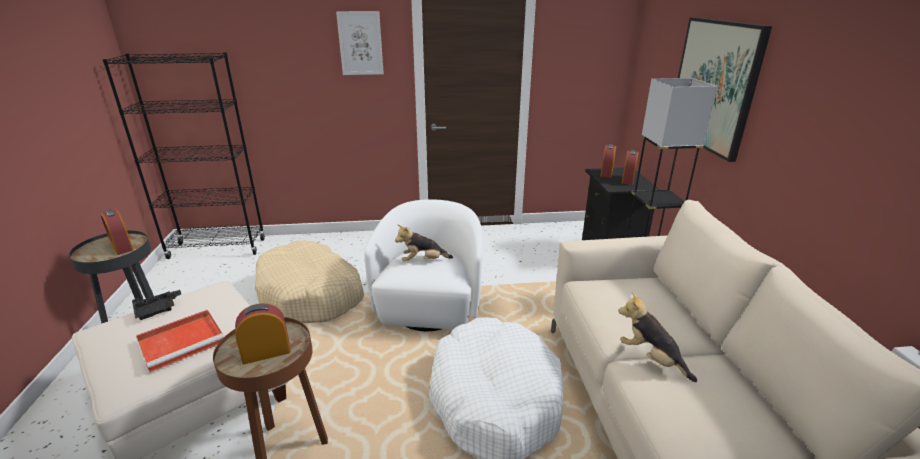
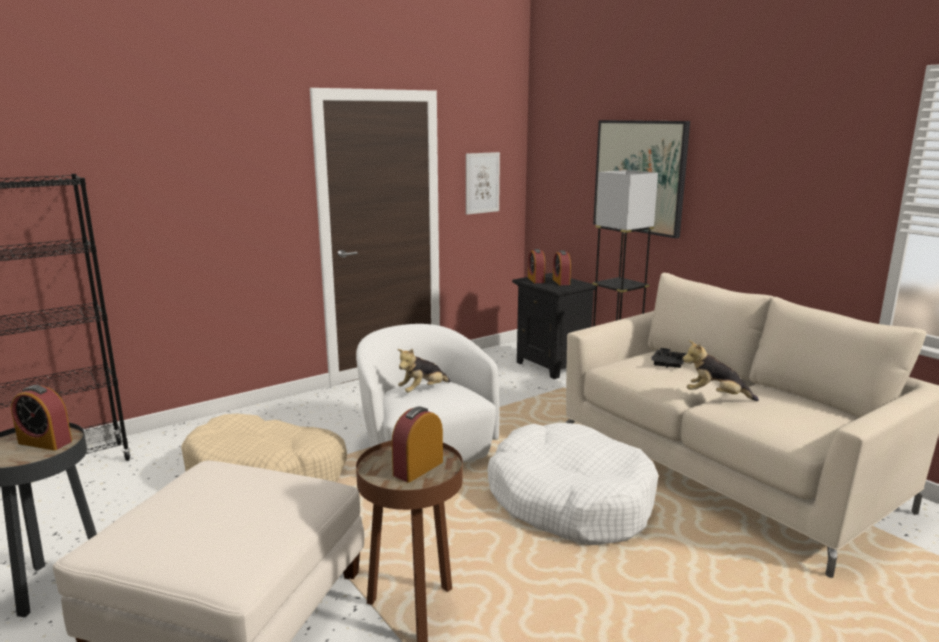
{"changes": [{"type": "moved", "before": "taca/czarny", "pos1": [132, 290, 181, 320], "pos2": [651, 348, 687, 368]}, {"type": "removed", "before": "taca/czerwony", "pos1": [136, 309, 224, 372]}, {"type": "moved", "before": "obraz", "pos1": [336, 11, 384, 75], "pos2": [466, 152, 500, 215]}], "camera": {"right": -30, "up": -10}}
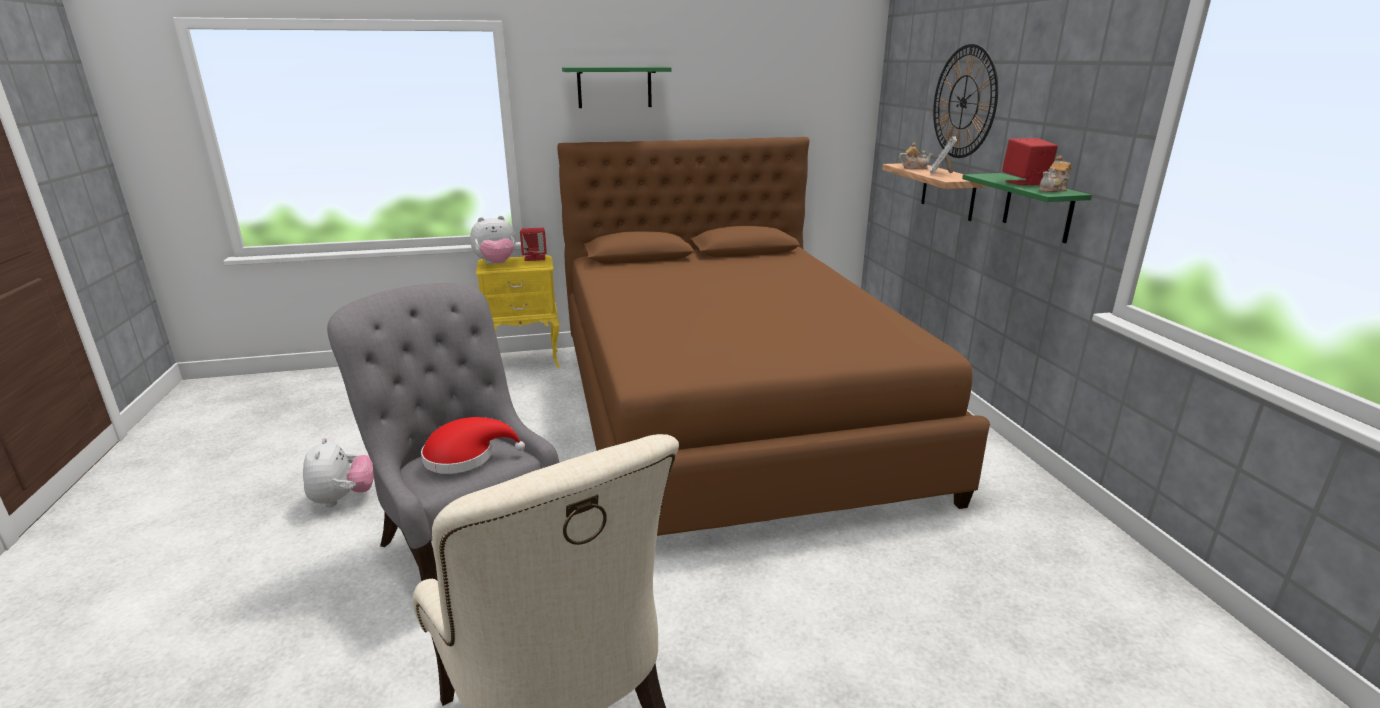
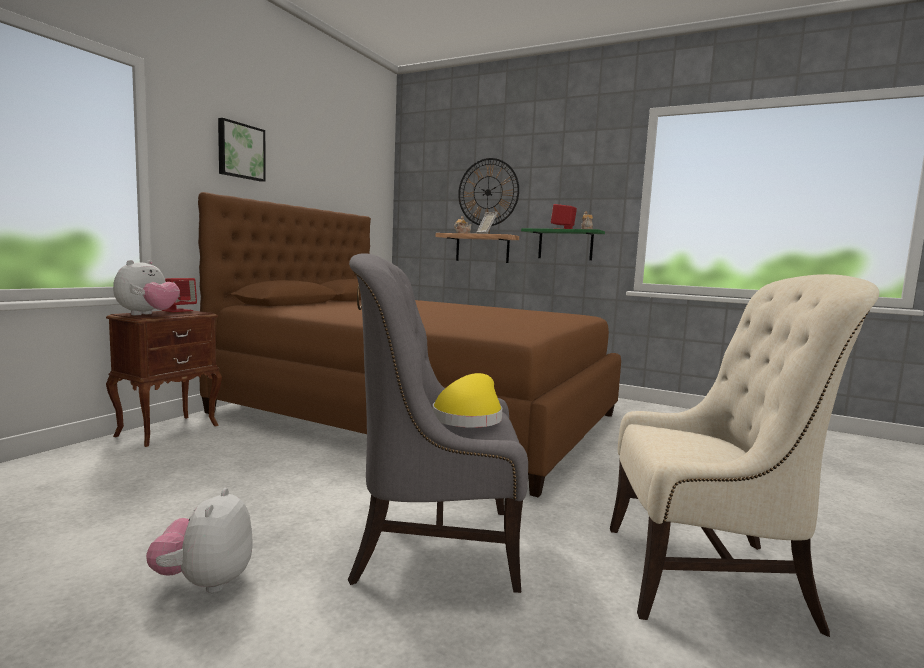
{"changes": [{"type": "turned", "before": "pluszak", "pos1": [303, 438, 374, 507], "pos2": [146, 488, 253, 593], "turn": -120}, {"type": "recoloured", "before": "kapelusz/czerwony", "after": "kapelusz/żółty", "pos1": [421, 417, 525, 474], "pos2": [433, 373, 502, 428]}, {"type": "recoloured", "before": "szafka nocna/żółty", "after": "szafka nocna/brązowy", "pos1": [476, 255, 560, 368], "pos2": [106, 311, 222, 447]}, {"type": "replaced", "before": "półka/zielony", "after": "obraz", "pos1": [562, 67, 672, 108], "pos2": [218, 118, 266, 182]}], "camera": {"right": -50, "up": -15}}
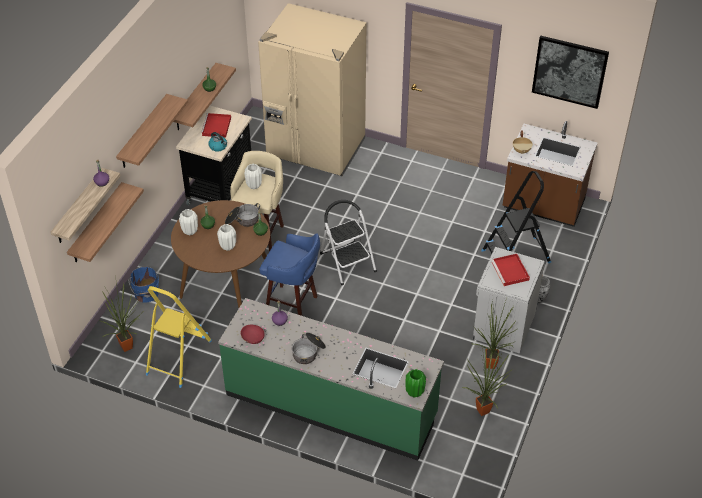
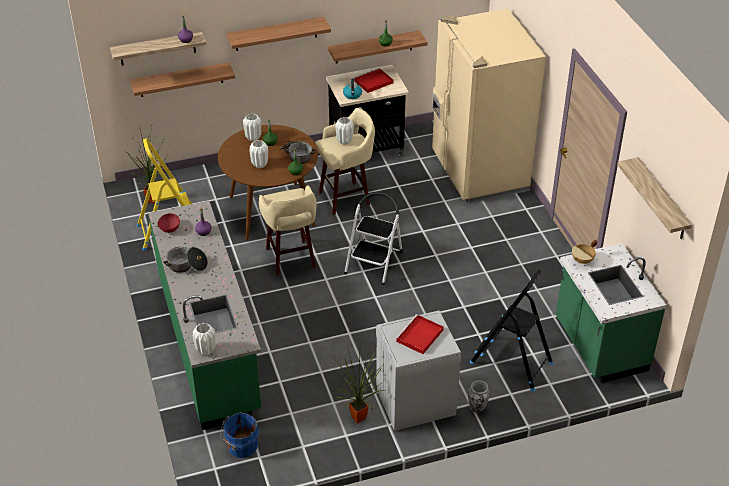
{"changes": [{"type": "moved", "before": "wiadro/niebieski", "pos1": [129, 267, 159, 302], "pos2": [221, 413, 259, 458]}, {"type": "recoloured", "before": "stołek/niebieski", "after": "stołek/beżowy", "pos1": [259, 233, 320, 316], "pos2": [259, 185, 317, 276]}, {"type": "recoloured", "before": "wazon/zielony", "after": "wazon/biały", "pos1": [405, 369, 426, 398], "pos2": [193, 323, 215, 355]}, {"type": "removed", "before": "roślina doniczkowa", "pos1": [462, 348, 513, 416]}, {"type": "recoloured", "before": "zabudowa kuchenna/brązowy", "after": "zabudowa kuchenna/zielony", "pos1": [503, 121, 597, 227], "pos2": [556, 243, 667, 383]}, {"type": "replaced", "before": "obraz", "after": "półka", "pos1": [532, 36, 609, 109], "pos2": [617, 157, 692, 239]}], "camera": {"right": 50, "up": -5}}
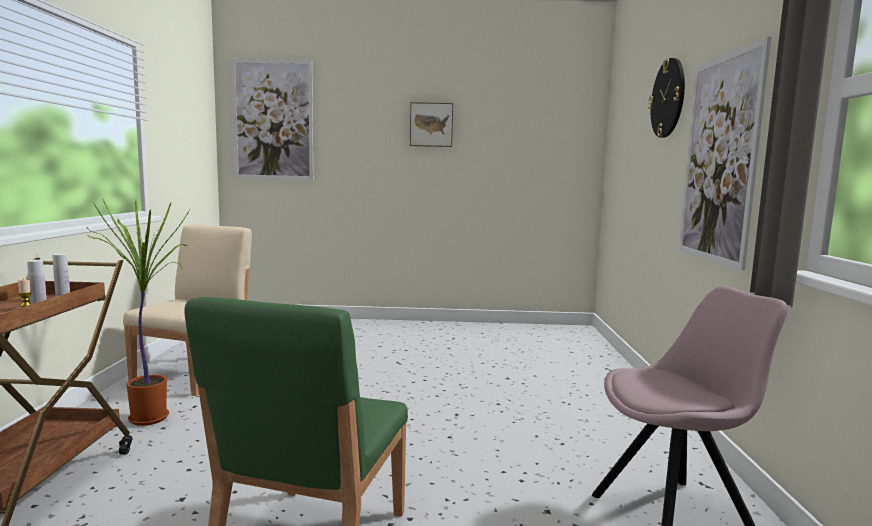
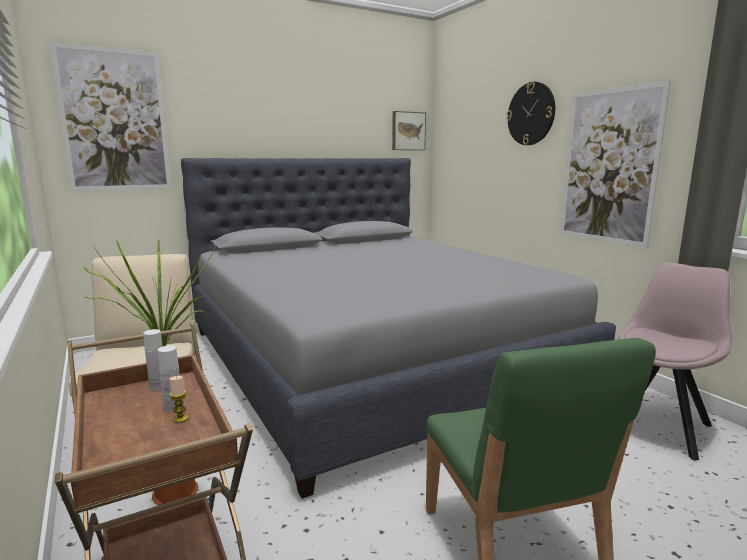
{"changes": [{"type": "moved", "before": "obraz", "pos1": [410, 102, 453, 147], "pos2": [392, 111, 426, 150]}, {"type": "added", "after": "łóżko/szary", "pos2": [181, 158, 616, 499]}], "camera": {"right": -30, "up": 5}}
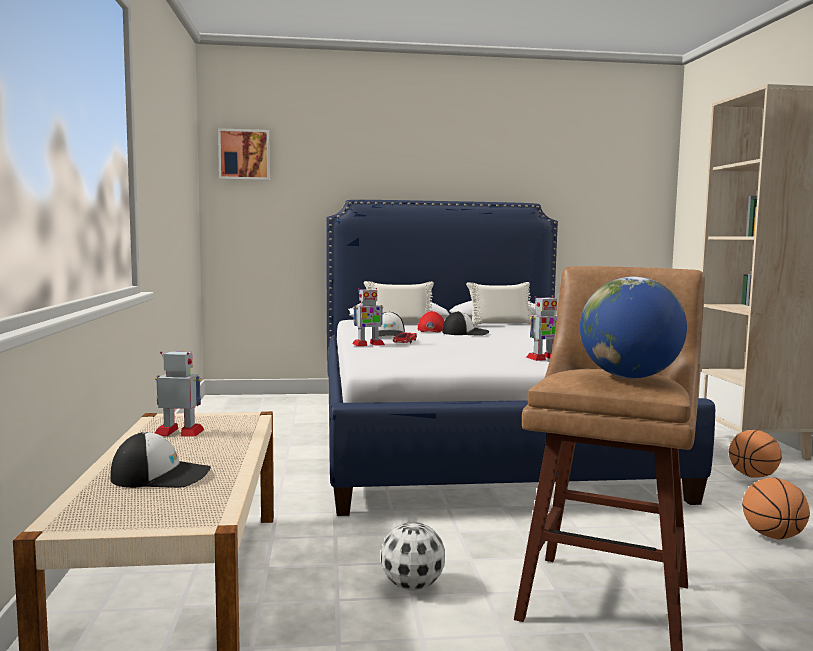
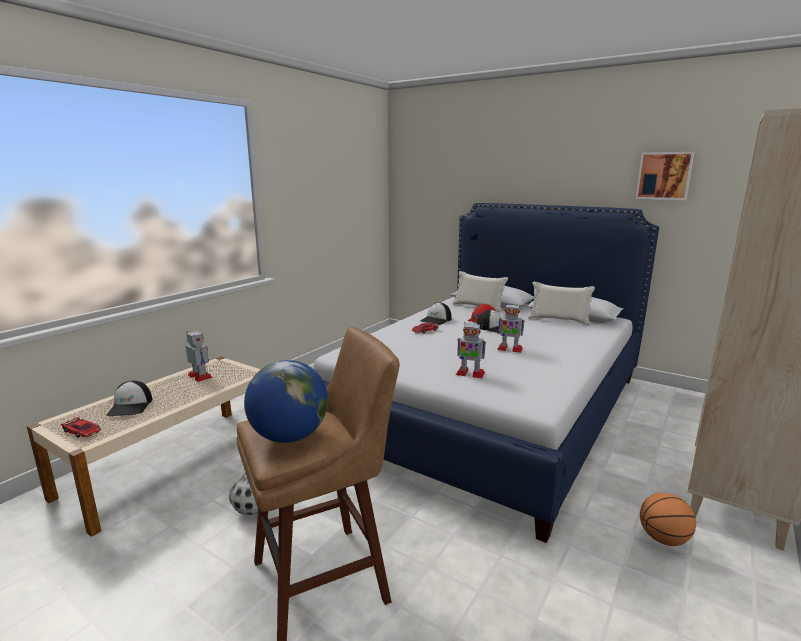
{"changes": [{"type": "turned", "before": "czapka z daszkiem", "pos1": [111, 432, 211, 488], "pos2": [106, 381, 152, 416], "turn": 45}, {"type": "moved", "before": "obraz", "pos1": [218, 128, 270, 180], "pos2": [635, 152, 694, 200]}, {"type": "moved", "before": "robot zabawkowy", "pos1": [352, 288, 385, 346], "pos2": [497, 304, 525, 353]}, {"type": "removed", "before": "piłka do koszykówki", "pos1": [742, 477, 810, 539]}, {"type": "added", "after": "samochodzik", "pos2": [61, 417, 101, 438]}], "camera": {"right": 40, "up": 10}}
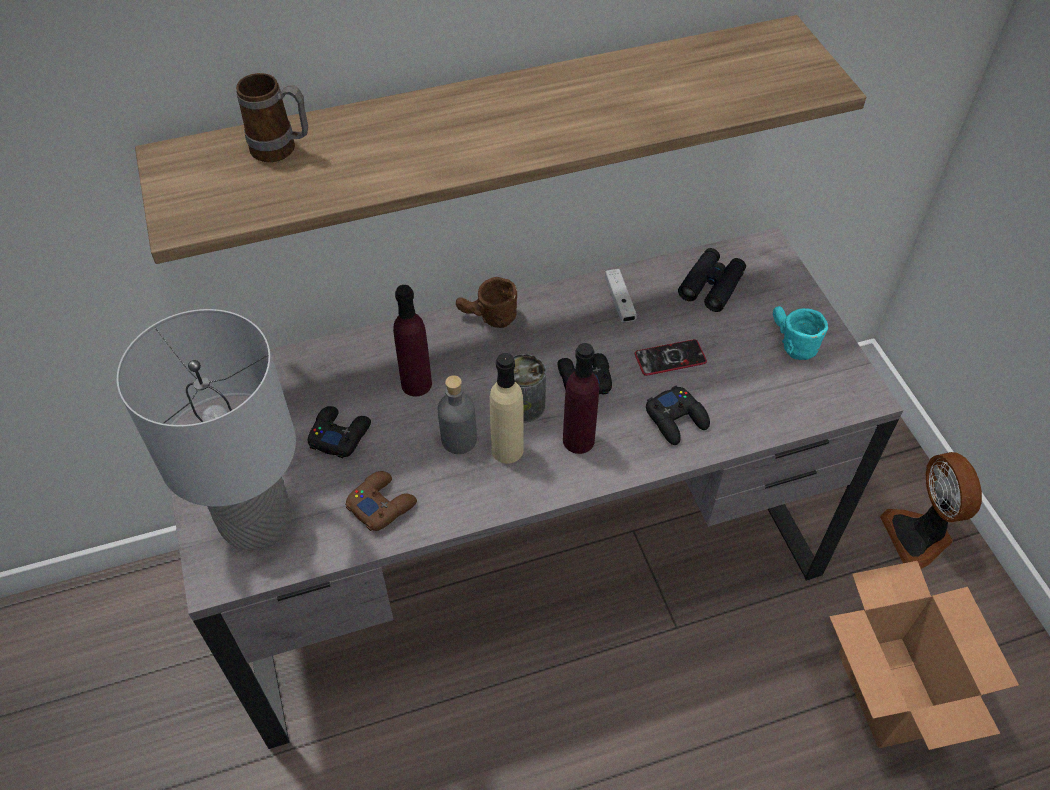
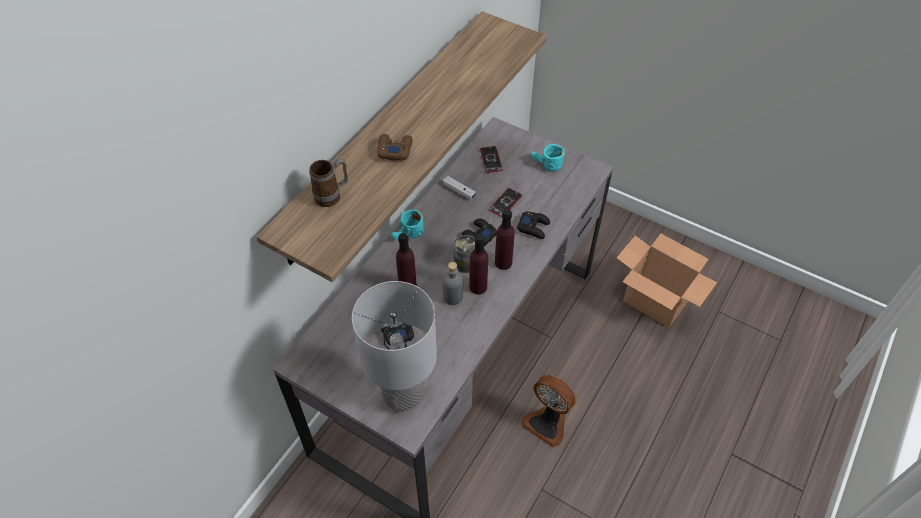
{"changes": [{"type": "moved", "before": "pad do gier/brązowy", "pos1": [345, 471, 417, 531], "pos2": [377, 134, 413, 161]}, {"type": "recoloured", "before": "kubek/brązowy", "after": "kubek/turkusowy", "pos1": [456, 277, 517, 328], "pos2": [391, 209, 424, 239]}, {"type": "recoloured", "before": "butelka/beżowy", "after": "butelka/fioletowy", "pos1": [490, 353, 524, 464], "pos2": [469, 234, 488, 295]}, {"type": "replaced", "before": "lornetka/czarny", "after": "telefon", "pos1": [678, 248, 746, 312], "pos2": [480, 146, 503, 173]}, {"type": "moved", "before": "wentylator", "pos1": [880, 452, 982, 569], "pos2": [521, 375, 576, 447]}], "camera": {"right": -40, "up": 0}}
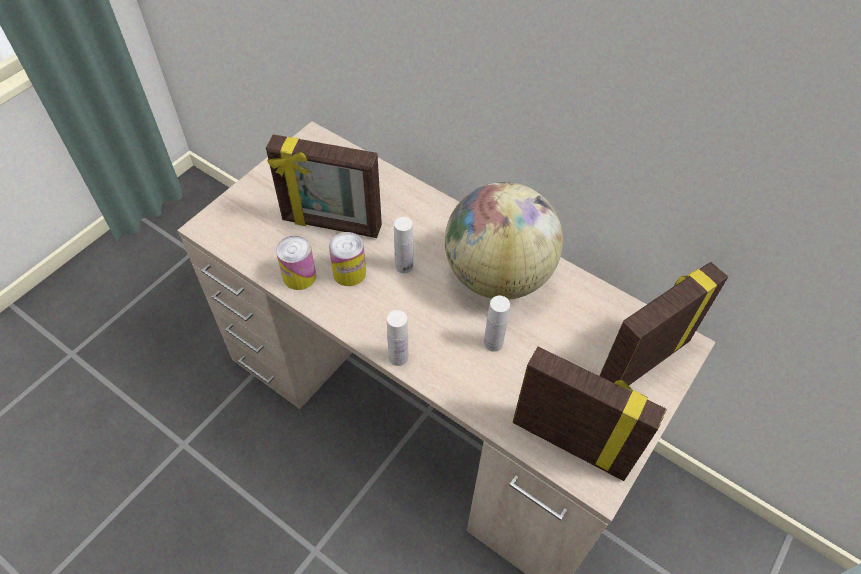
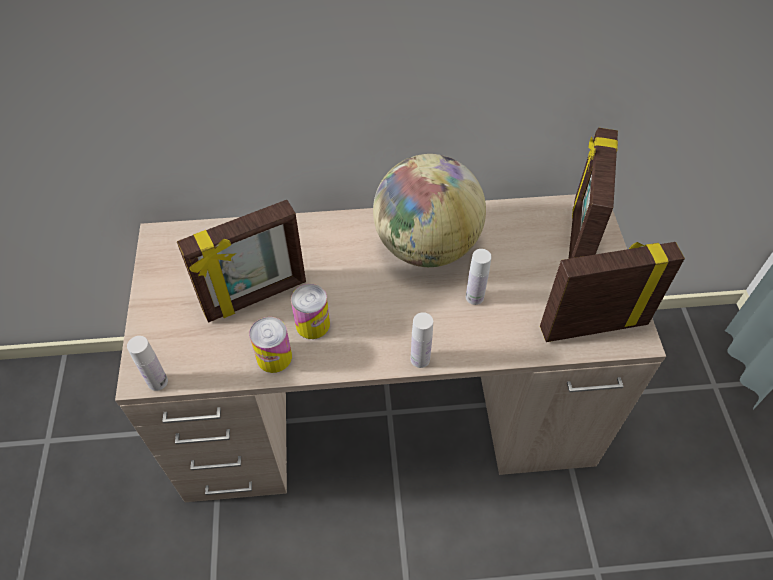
{"changes": [{"type": "moved", "before": "butelka/biały", "pos1": [394, 217, 413, 274], "pos2": [127, 336, 168, 391]}], "camera": {"right": -40, "up": 0}}
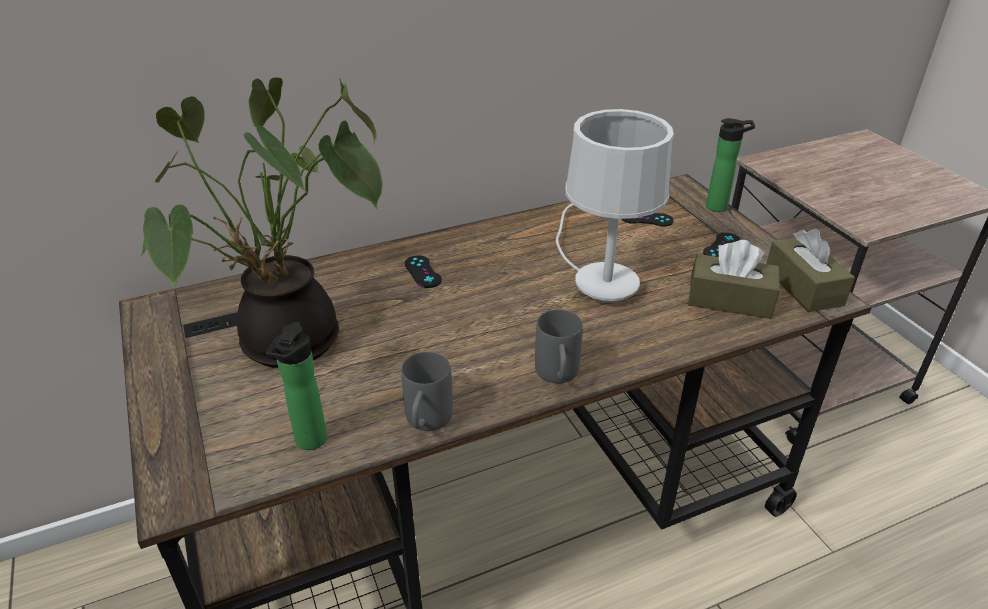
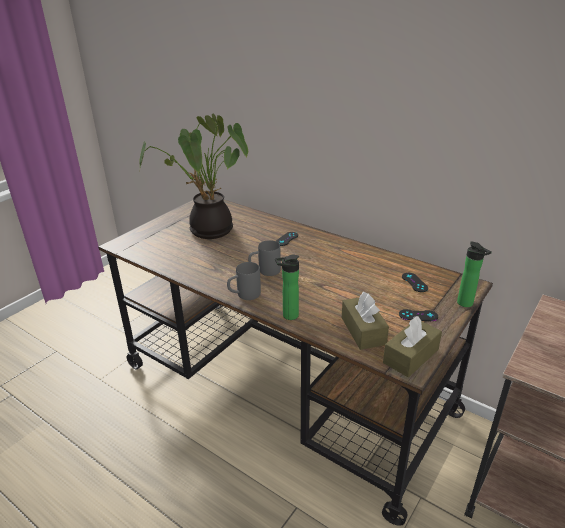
{"changes": [{"type": "moved", "before": "butelka", "pos1": [266, 322, 327, 450], "pos2": [275, 255, 299, 320]}, {"type": "moved", "before": "kubek/szary", "pos1": [401, 352, 453, 431], "pos2": [248, 240, 281, 276]}, {"type": "removed", "before": "lampa stołowa/biały", "pos1": [556, 109, 674, 303]}], "camera": {"right": 60, "up": -5}}
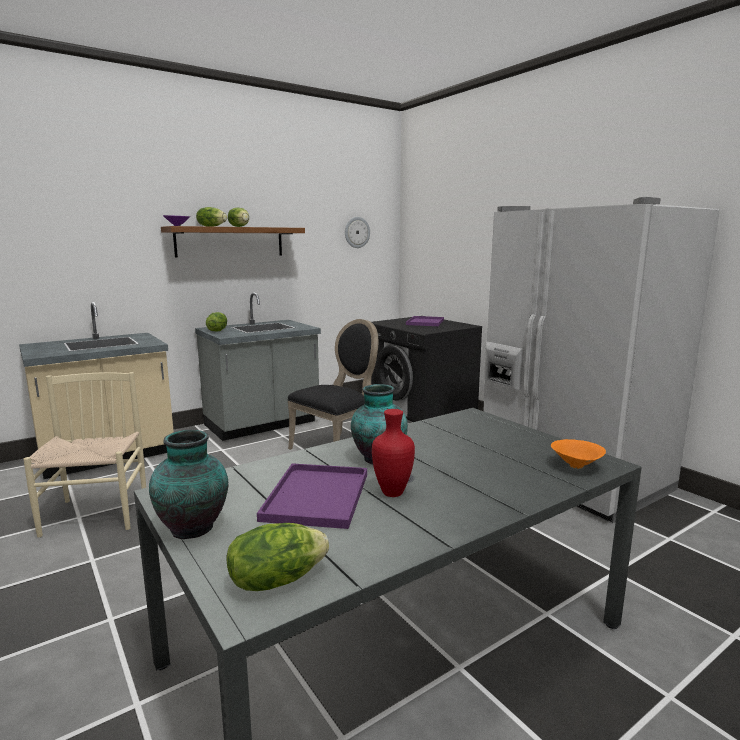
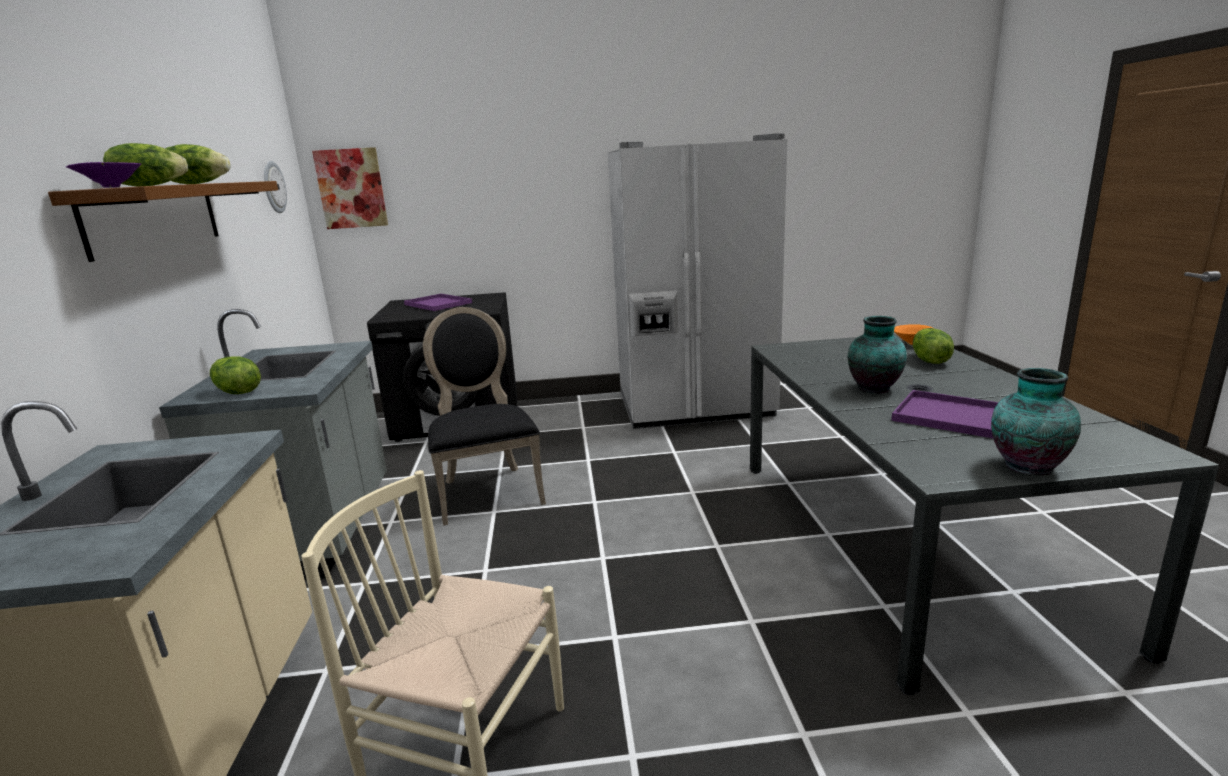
{"changes": [{"type": "moved", "before": "sałata", "pos1": [226, 523, 329, 591], "pos2": [913, 328, 954, 364]}, {"type": "removed", "before": "wazon/czerwony", "pos1": [372, 409, 415, 497]}, {"type": "added", "after": "obraz", "pos2": [312, 147, 388, 229]}], "camera": {"right": -60, "up": 5}}
